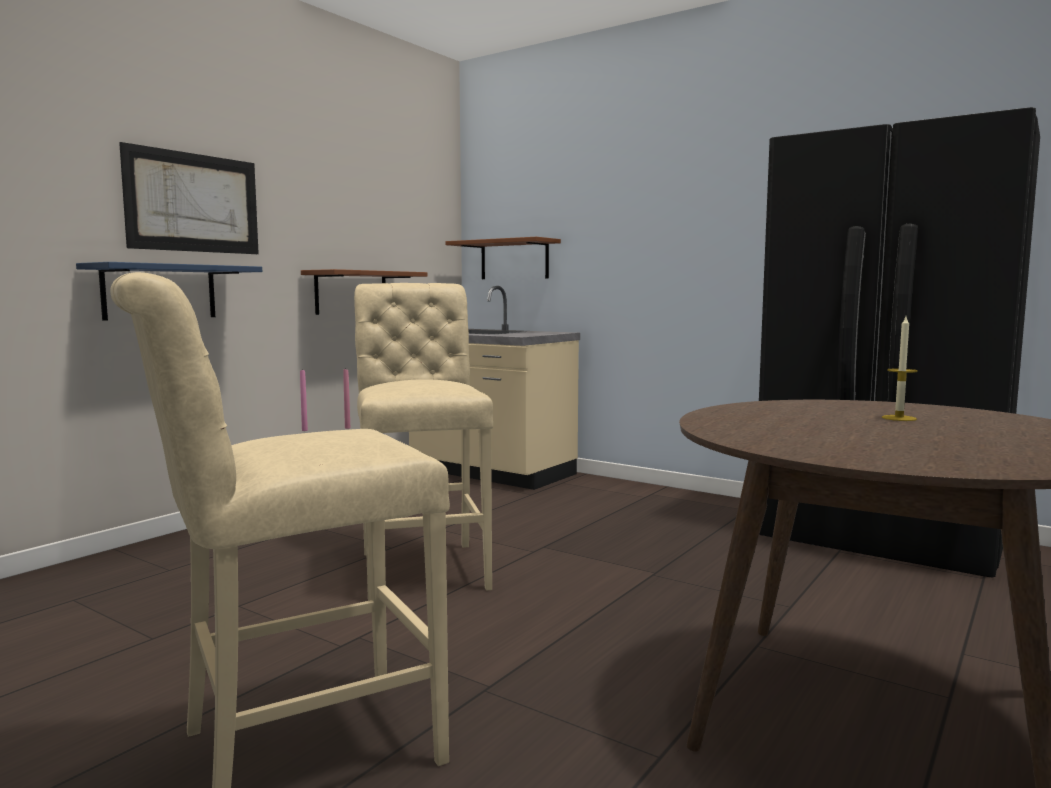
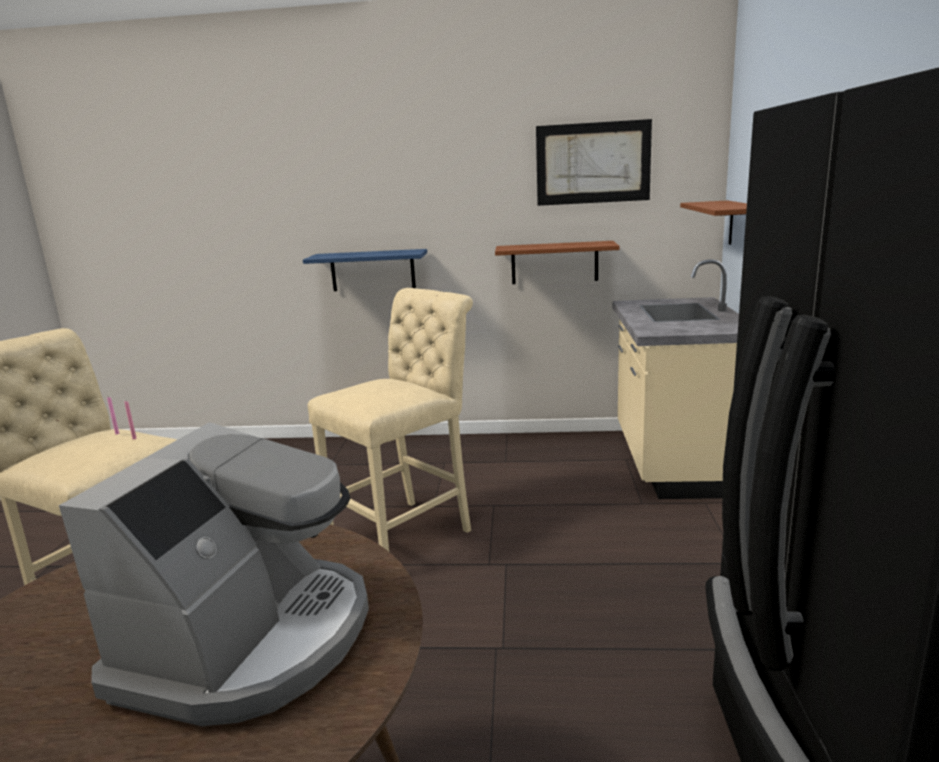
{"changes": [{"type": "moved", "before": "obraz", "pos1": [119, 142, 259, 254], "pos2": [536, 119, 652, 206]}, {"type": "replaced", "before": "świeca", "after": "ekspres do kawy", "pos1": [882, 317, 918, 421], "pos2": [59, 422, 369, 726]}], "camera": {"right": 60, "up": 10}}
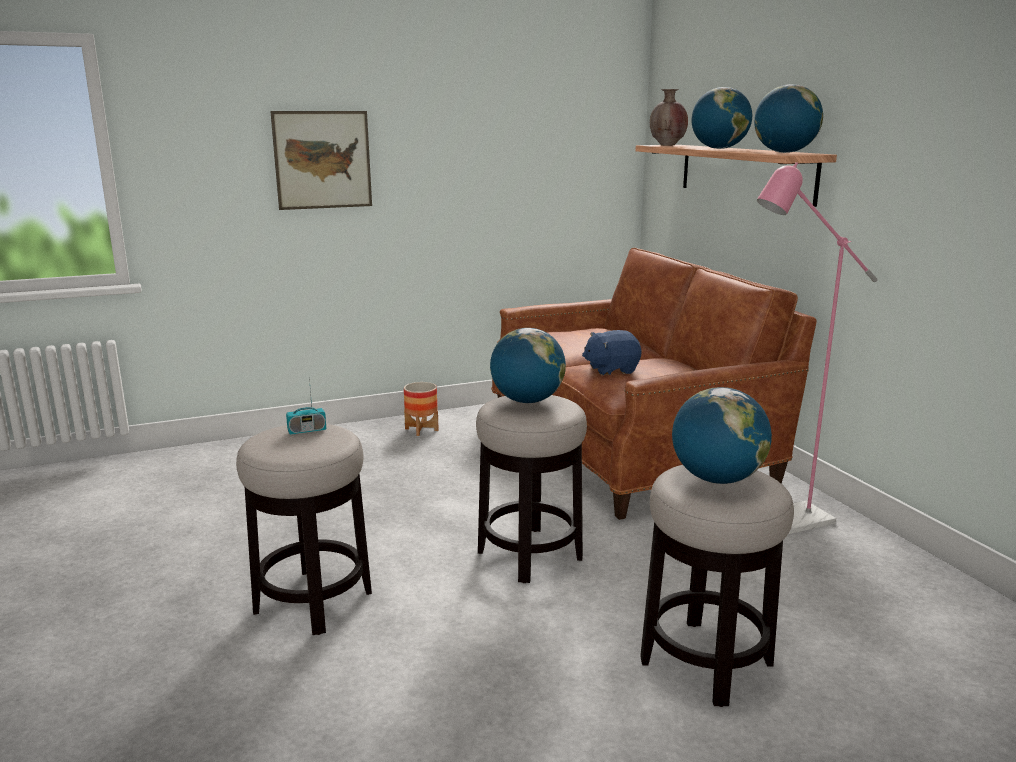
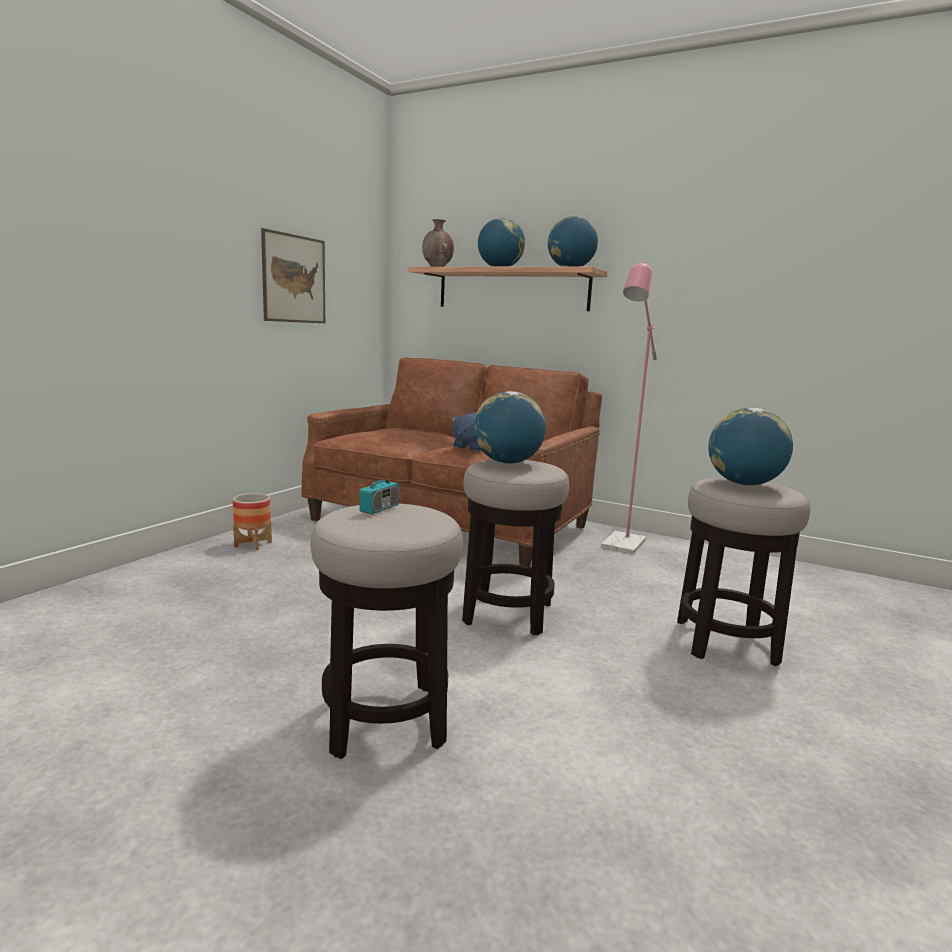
{"changes": [{"type": "moved", "before": "obraz", "pos1": [270, 111, 372, 210], "pos2": [261, 228, 325, 323]}], "camera": {"right": -40, "up": -5}}
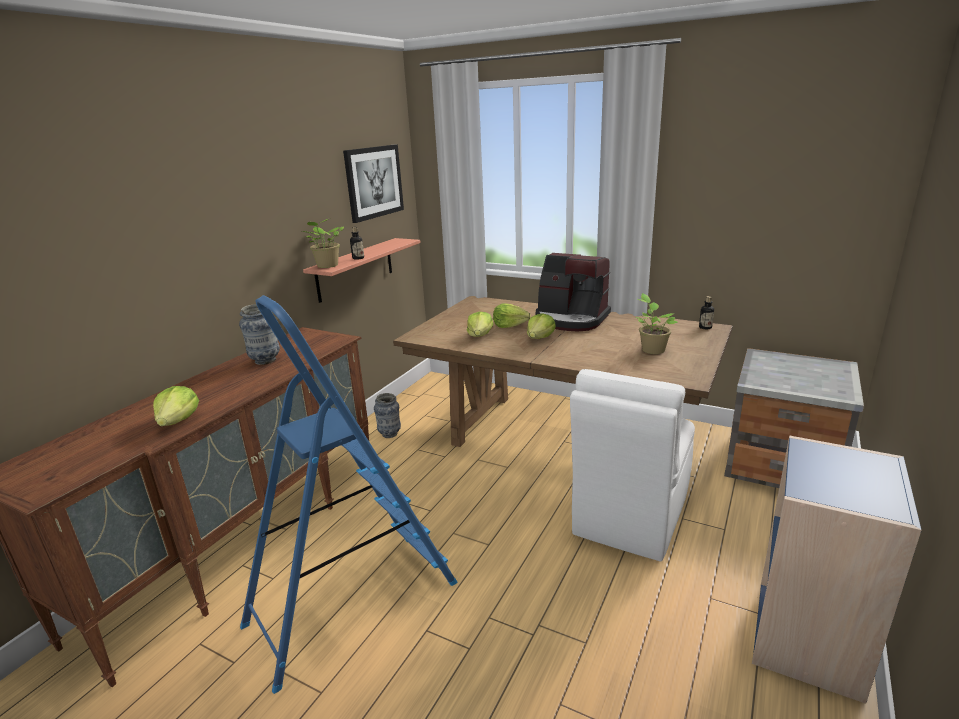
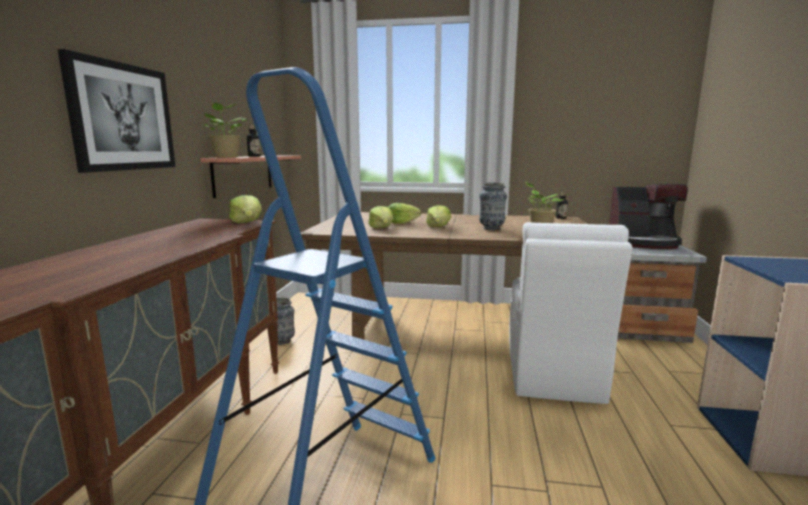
{"changes": [{"type": "moved", "before": "sałata", "pos1": [153, 386, 199, 426], "pos2": [229, 195, 262, 223]}, {"type": "moved", "before": "wazon", "pos1": [239, 304, 280, 365], "pos2": [479, 182, 507, 230]}, {"type": "moved", "before": "obraz", "pos1": [343, 144, 404, 223], "pos2": [58, 49, 176, 173]}, {"type": "moved", "before": "ekspres do kawy", "pos1": [536, 253, 611, 331], "pos2": [609, 184, 688, 249]}], "camera": {"right": -20, "up": -10}}
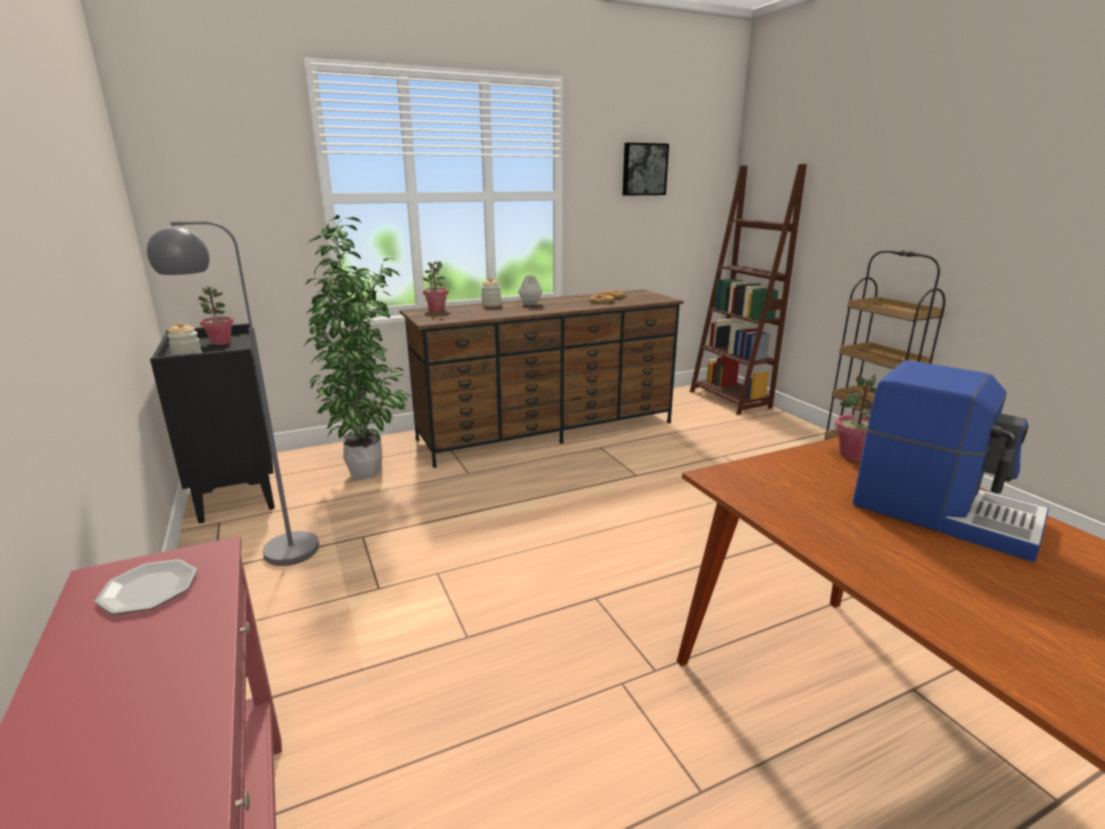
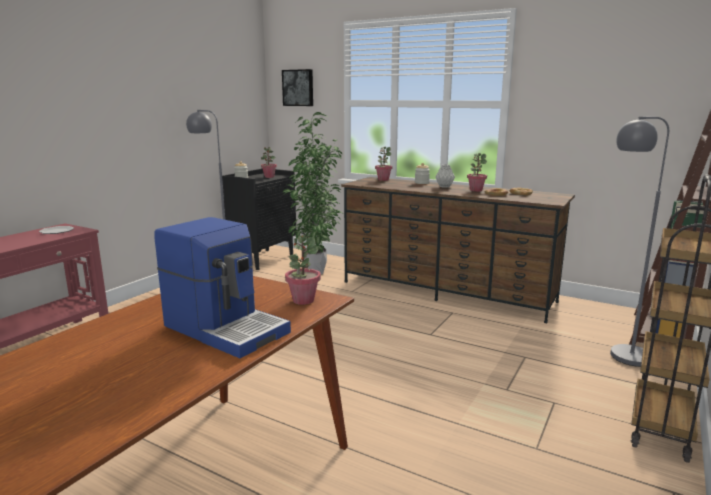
{"changes": [{"type": "moved", "before": "obraz", "pos1": [623, 143, 669, 196], "pos2": [282, 69, 313, 106]}, {"type": "turned", "before": "ekspres do kawy", "pos1": [852, 361, 1049, 562], "pos2": [154, 217, 291, 358], "turn": -60}, {"type": "added", "after": "roślina doniczkowa", "pos2": [467, 153, 487, 192]}, {"type": "added", "after": "lampa stojąca/szary", "pos2": [610, 117, 669, 367]}], "camera": {"right": 55, "up": -5}}
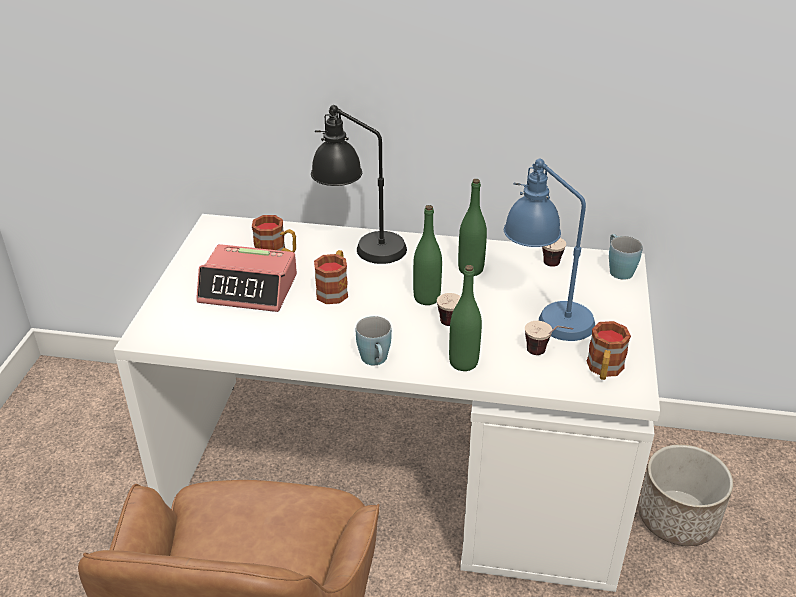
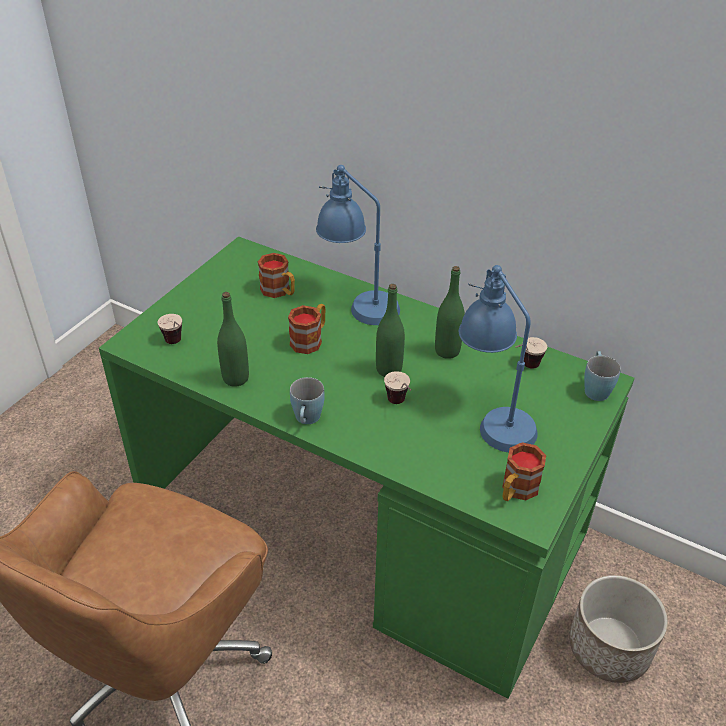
{"changes": [{"type": "recoloured", "before": "biurko/biały", "after": "biurko/zielony", "pos1": [113, 214, 660, 592], "pos2": [99, 236, 634, 699]}, {"type": "removed", "before": "budzik", "pos1": [196, 244, 297, 312]}, {"type": "recoloured", "before": "lampa stołowa/czarny", "after": "lampa stołowa/niebieski", "pos1": [311, 105, 407, 264], "pos2": [316, 165, 400, 325]}, {"type": "moved", "before": "butelka/zielony", "pos1": [449, 265, 482, 371], "pos2": [217, 292, 249, 387]}, {"type": "moved", "before": "filiżanka", "pos1": [525, 321, 573, 355], "pos2": [158, 314, 182, 344]}], "camera": {"right": 20, "up": 5}}
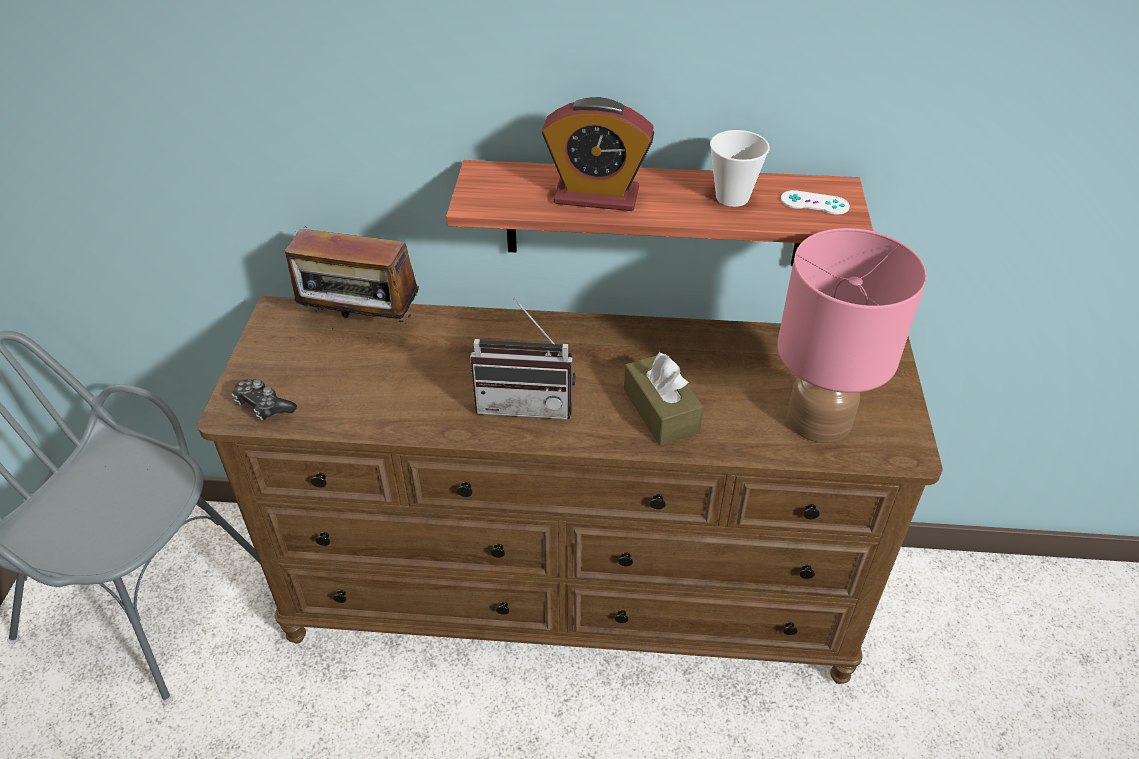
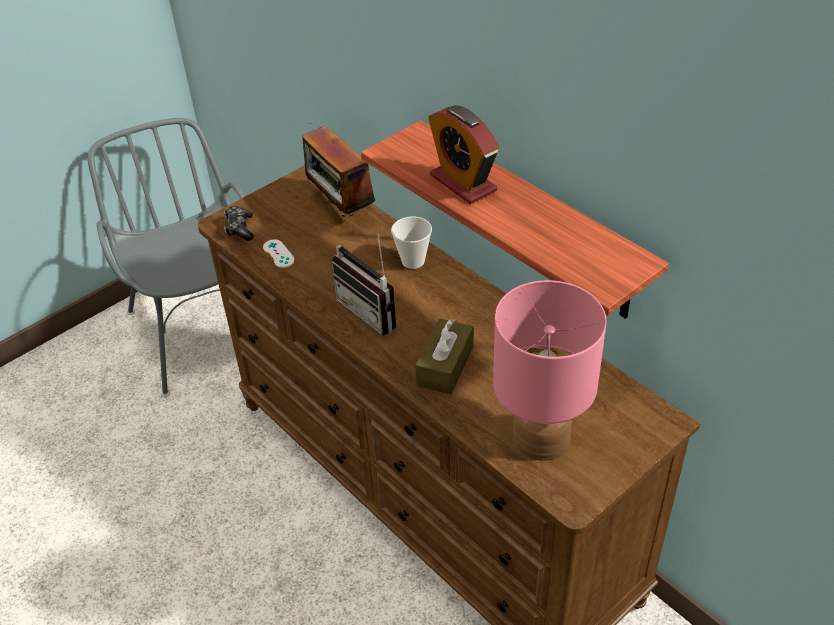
{"changes": [{"type": "moved", "before": "filiżanka", "pos1": [710, 130, 770, 207], "pos2": [391, 216, 432, 269]}, {"type": "moved", "before": "pad do gier/biały", "pos1": [781, 190, 850, 215], "pos2": [263, 239, 295, 268]}], "camera": {"right": 45, "up": 0}}
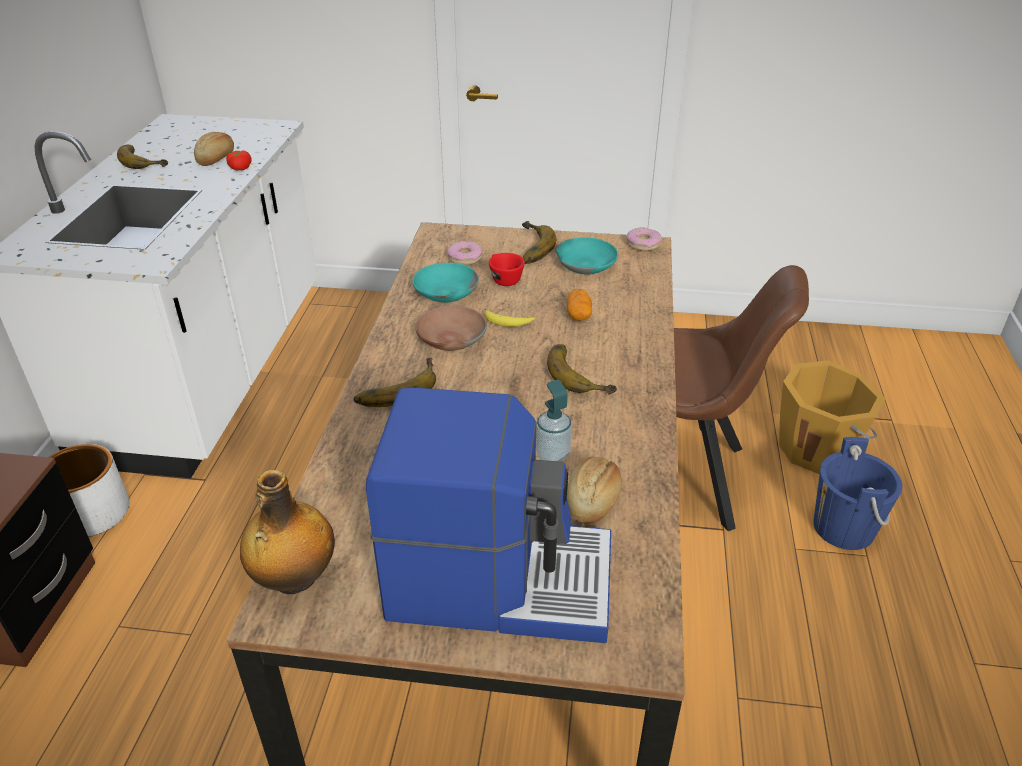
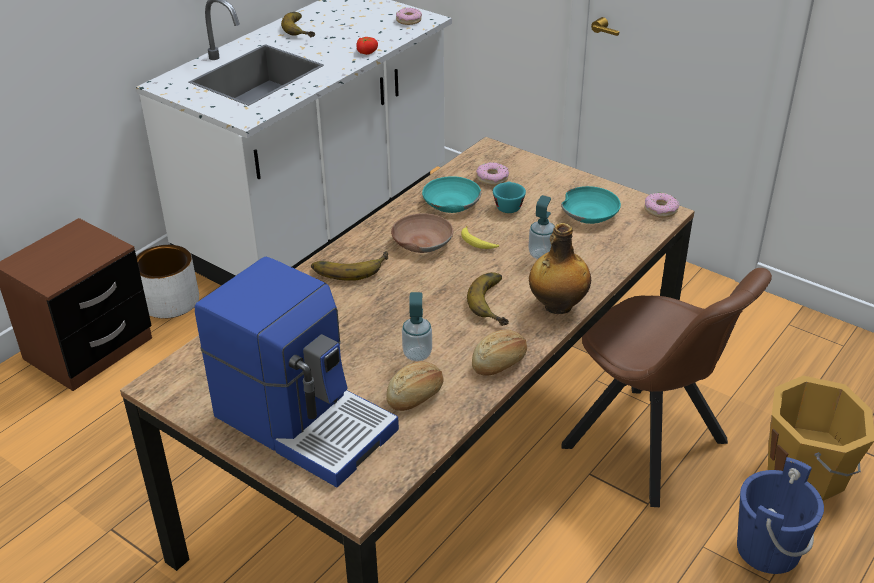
{"changes": [{"type": "moved", "before": "chleb", "pos1": [194, 132, 234, 166], "pos2": [472, 330, 527, 376]}, {"type": "moved", "before": "butelka", "pos1": [240, 470, 335, 594], "pos2": [529, 223, 591, 314]}, {"type": "recoloured", "before": "filiżanka/czerwony", "after": "filiżanka/turkusowy", "pos1": [489, 253, 525, 286], "pos2": [493, 182, 526, 213]}, {"type": "removed", "before": "banan", "pos1": [522, 221, 557, 264]}, {"type": "replaced", "before": "ziemniak", "after": "dozownik mydła", "pos1": [567, 289, 592, 321], "pos2": [528, 195, 555, 259]}, {"type": "added", "after": "donut", "pos2": [396, 8, 422, 25]}], "camera": {"right": 30, "up": 0}}
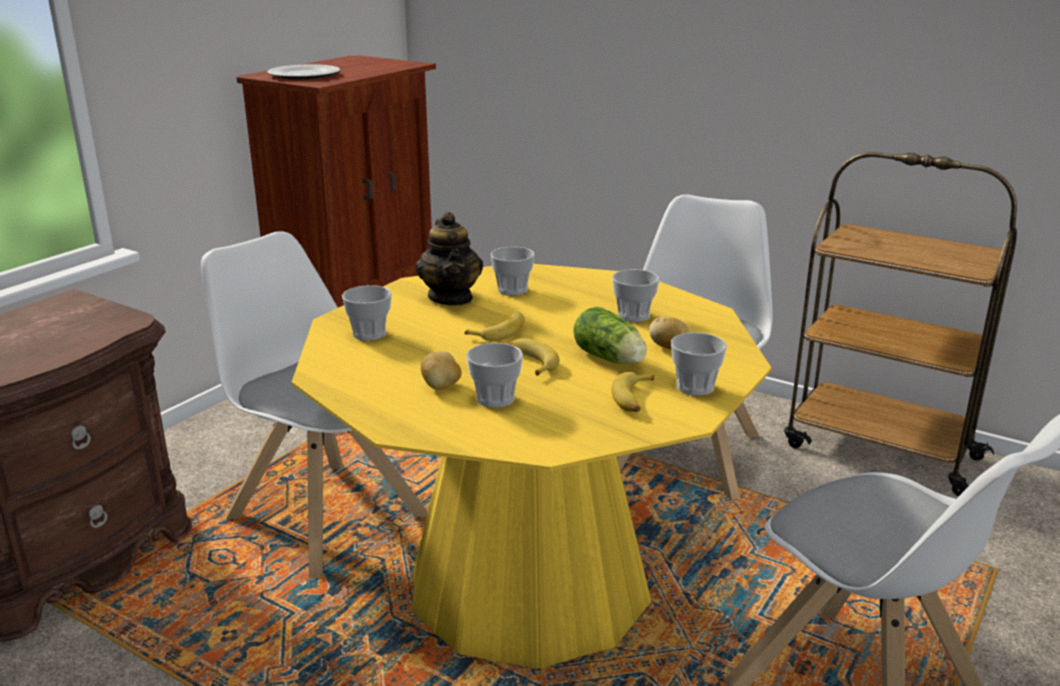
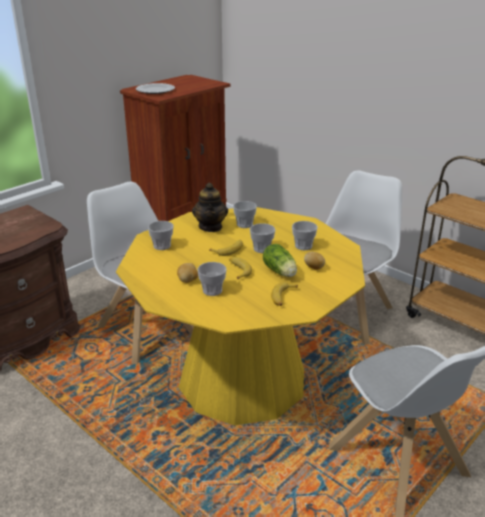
{"changes": [{"type": "moved", "before": "filiżanka", "pos1": [671, 332, 727, 396], "pos2": [250, 223, 275, 253]}], "camera": {"right": 10, "up": 5}}
